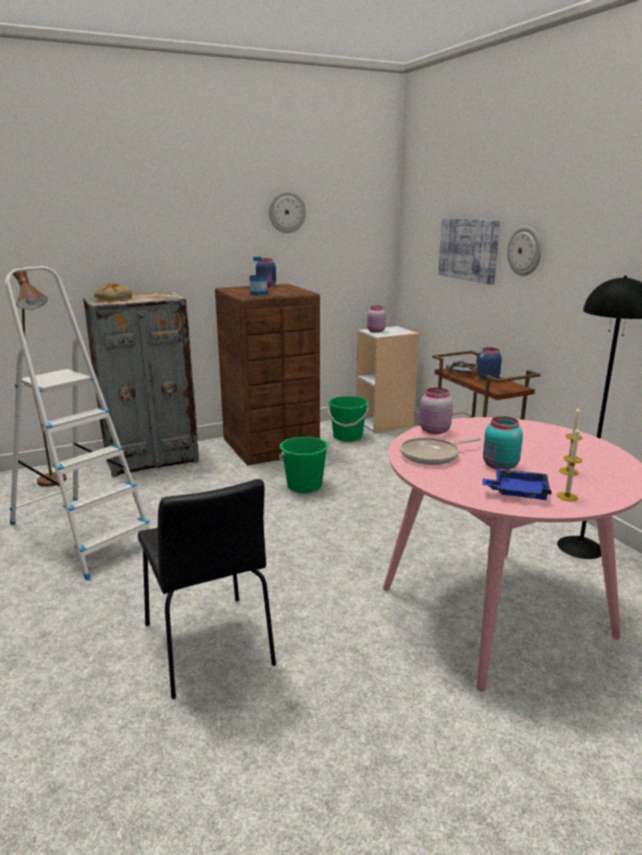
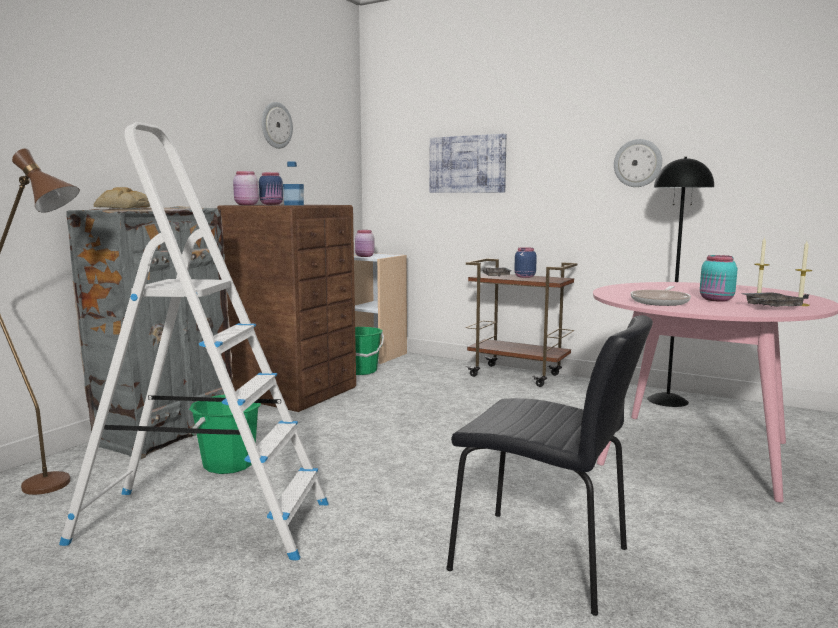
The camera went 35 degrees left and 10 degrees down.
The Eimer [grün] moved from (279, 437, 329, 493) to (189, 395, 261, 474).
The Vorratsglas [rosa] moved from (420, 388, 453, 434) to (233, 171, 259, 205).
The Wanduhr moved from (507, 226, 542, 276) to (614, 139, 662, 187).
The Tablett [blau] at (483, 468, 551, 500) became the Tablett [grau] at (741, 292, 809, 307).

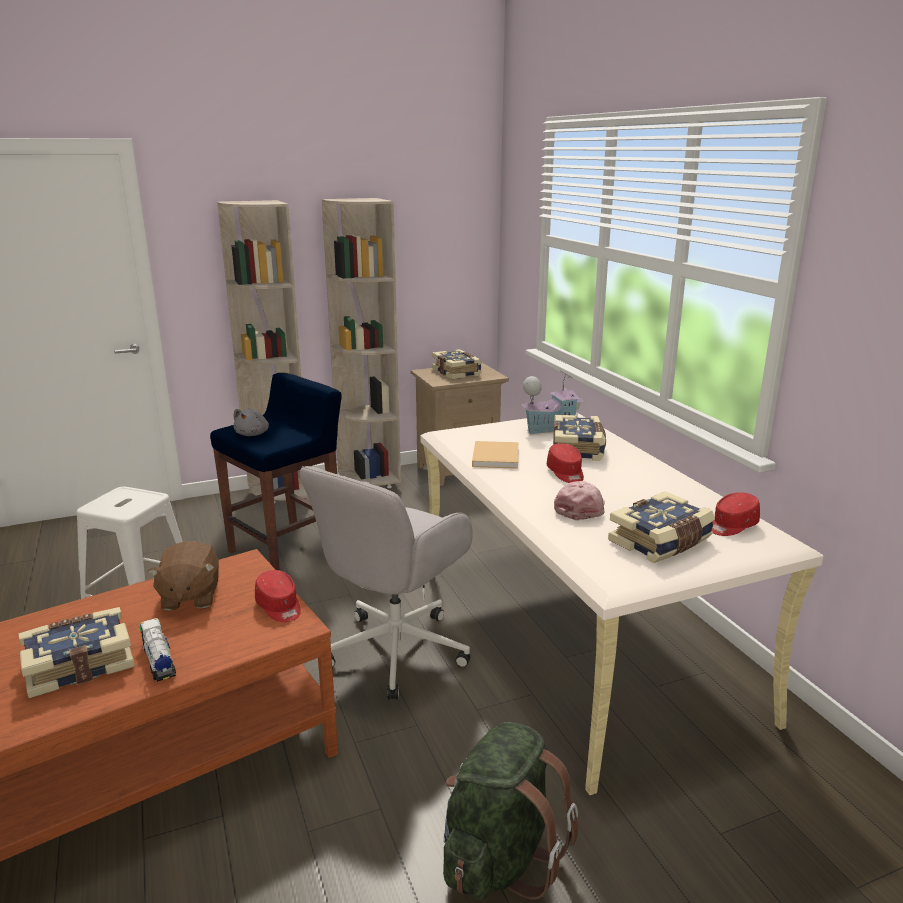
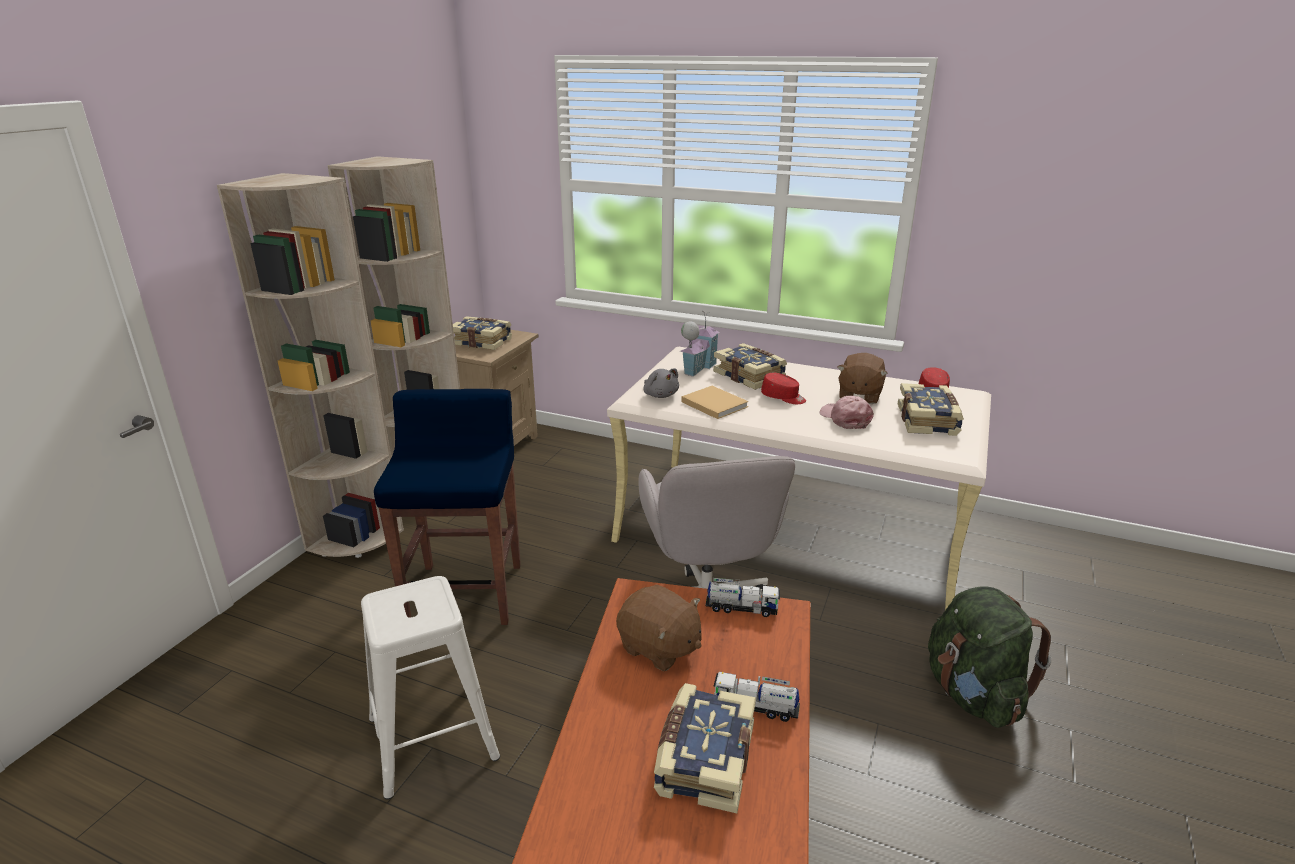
The camera went 45 degrees left and 5 degrees up.
The Plüschtier [grau] moved from (233, 409, 269, 436) to (643, 368, 679, 398).
The Kappe [rot] at (255, 570, 301, 622) was replaced by the Spielzeuglaster at (706, 578, 780, 617).
The Plüschtier [braun] at (837, 353, 888, 404) appeared.

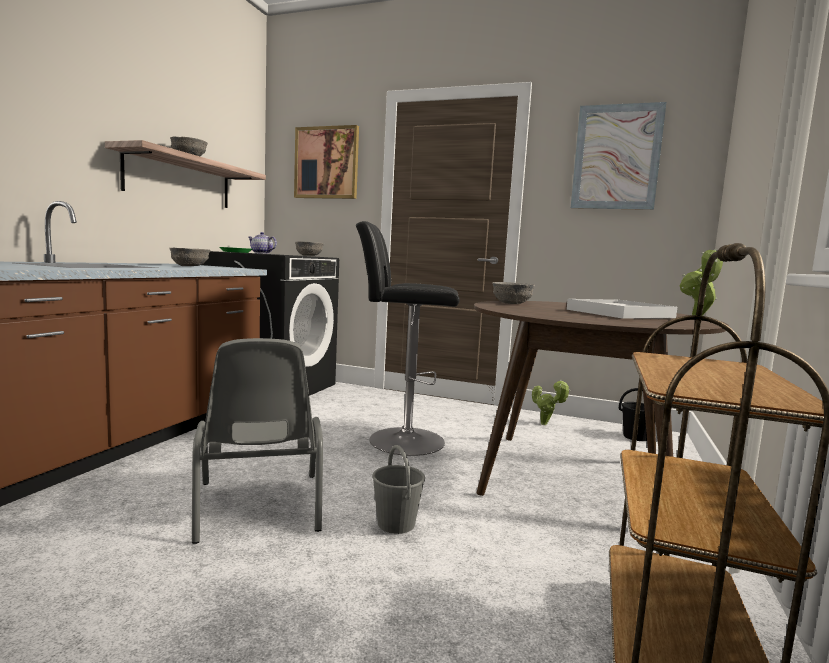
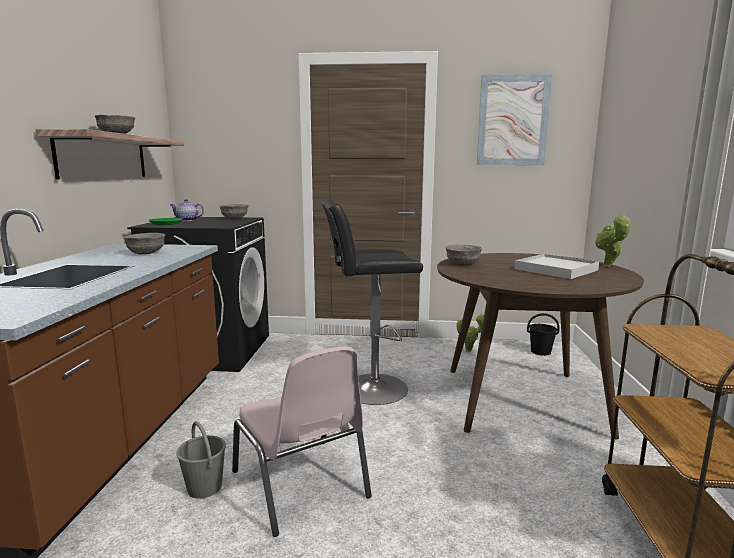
The camera went 15 degrees left and 5 degrees up.
The Eimer [grau] moved from (372, 445, 425, 534) to (176, 421, 226, 499).
The Stuhl [grau] at (192, 338, 323, 544) became the Stuhl [rosa] at (232, 346, 372, 537).
The Bild at (294, 125, 359, 199) disappeared.

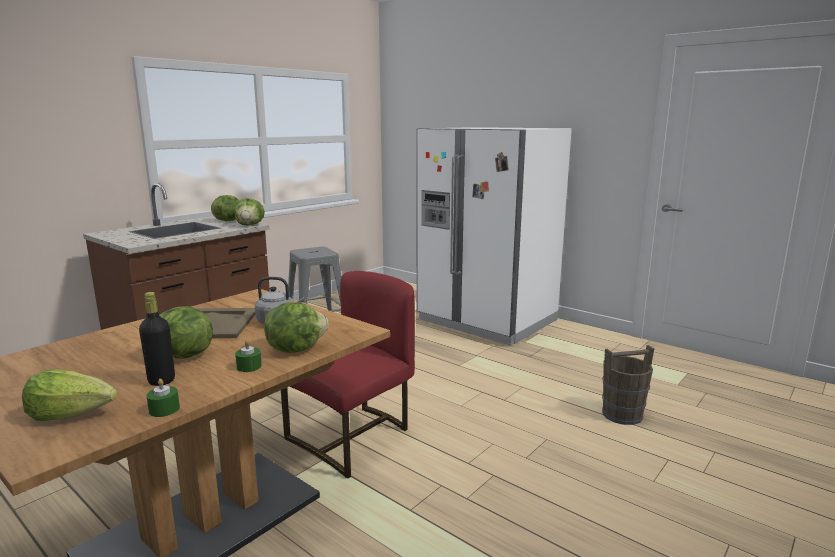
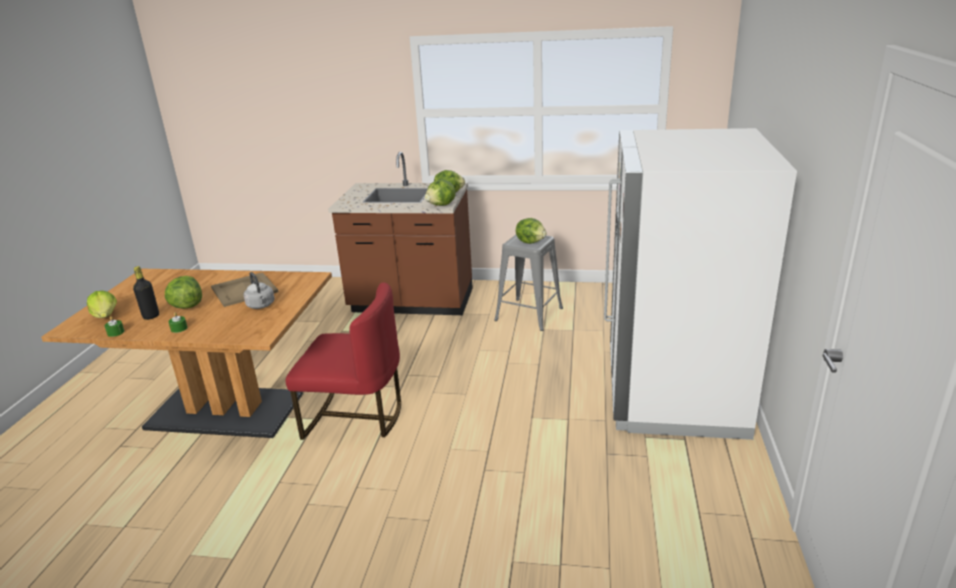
The camera went 60 degrees right and 10 degrees up.
The Salatkopf moved from (264, 302, 329, 353) to (516, 218, 547, 244).
The Eimer [braun] at (602, 345, 655, 425) disappeared.

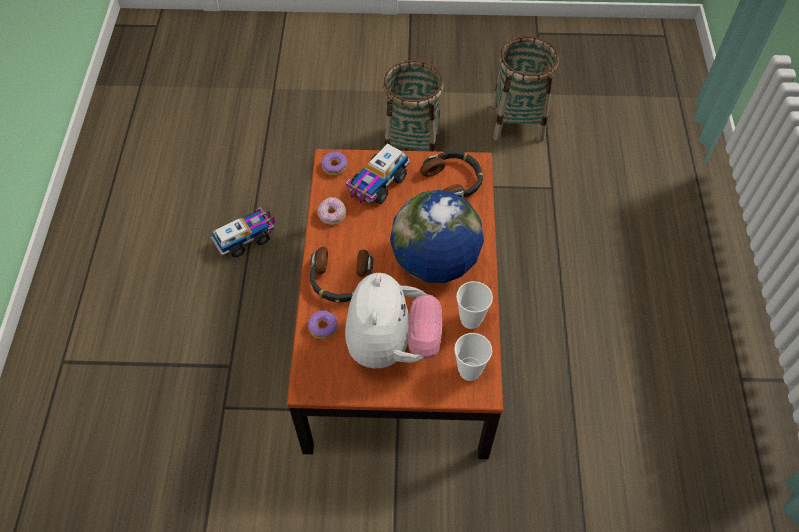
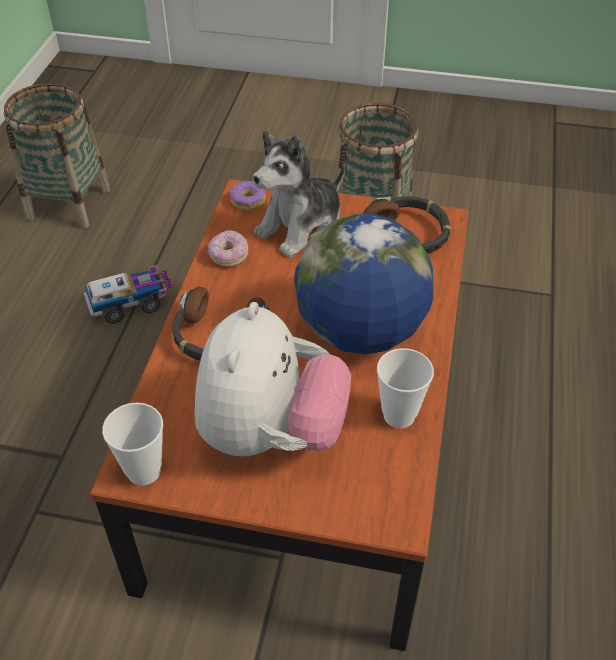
The camera went 10 degrees right and 10 degrees down.
The Korb moved from (492, 36, 559, 142) to (4, 83, 110, 228).
The Tasse moved from (454, 333, 492, 381) to (102, 403, 163, 486).
The Spielzeuglaster at (346, 144, 410, 204) was replaced by the Plüschtier at (253, 130, 345, 257).
The Donut at (308, 310, 338, 339) disappeared.

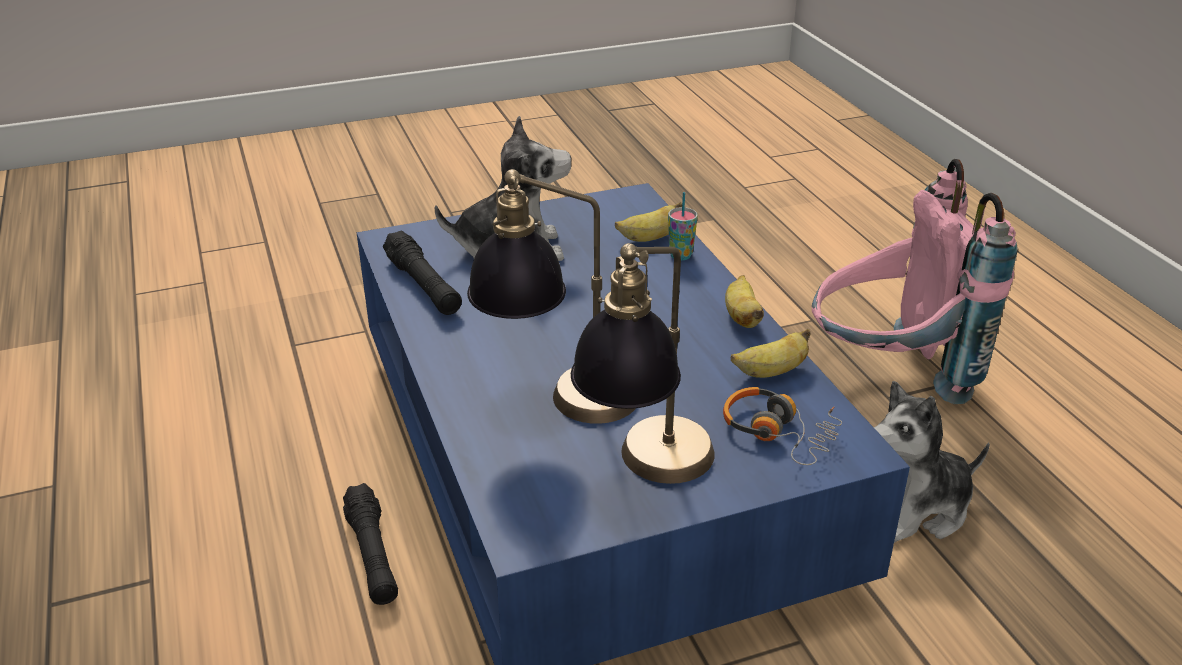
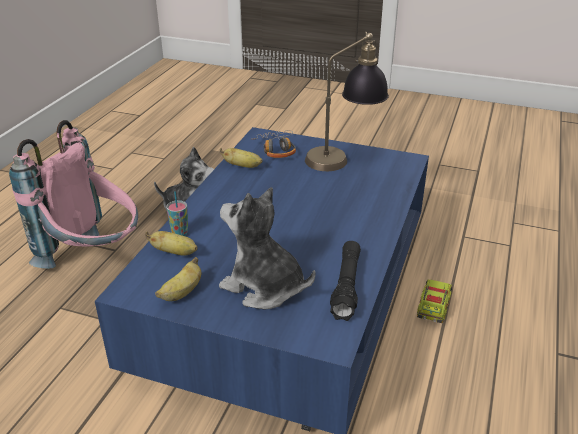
The camera went 140 degrees left and 0 degrees up.
The Banane moved from (725, 275, 764, 328) to (155, 257, 201, 301).
The Taschenlampe [schwarz] at (343, 483, 398, 605) was replaced by the Spielzeuglaster at (417, 279, 452, 323).
The Tischlampe at (467, 169, 636, 424) disappeared.

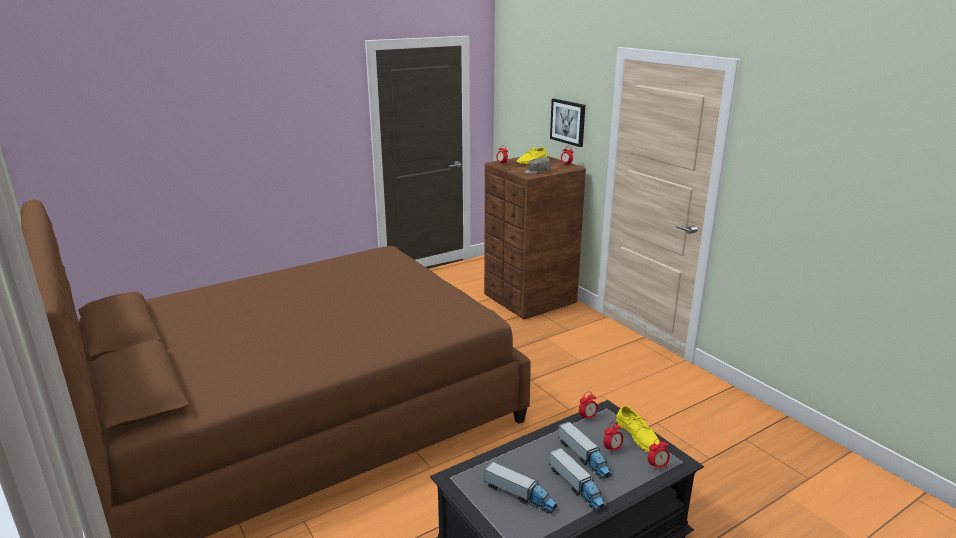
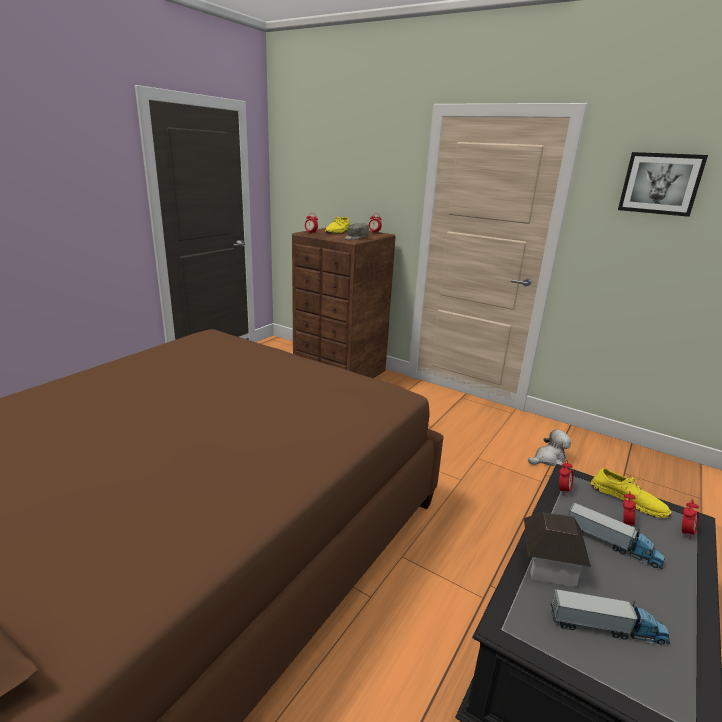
The camera went 25 degrees left and 0 degrees up.
The Spielzeughaus at (524, 512, 591, 587) appeared.
The Plüschtier at (528, 429, 571, 466) appeared.
The Bild moved from (550, 99, 585, 147) to (618, 152, 708, 217).
The Spielzeuglaster at (549, 448, 607, 512) disappeared.

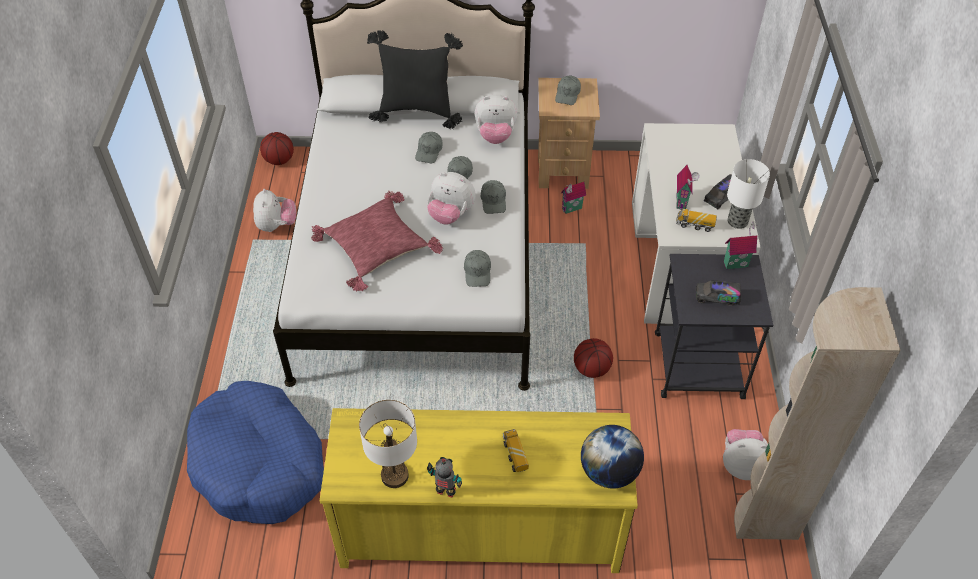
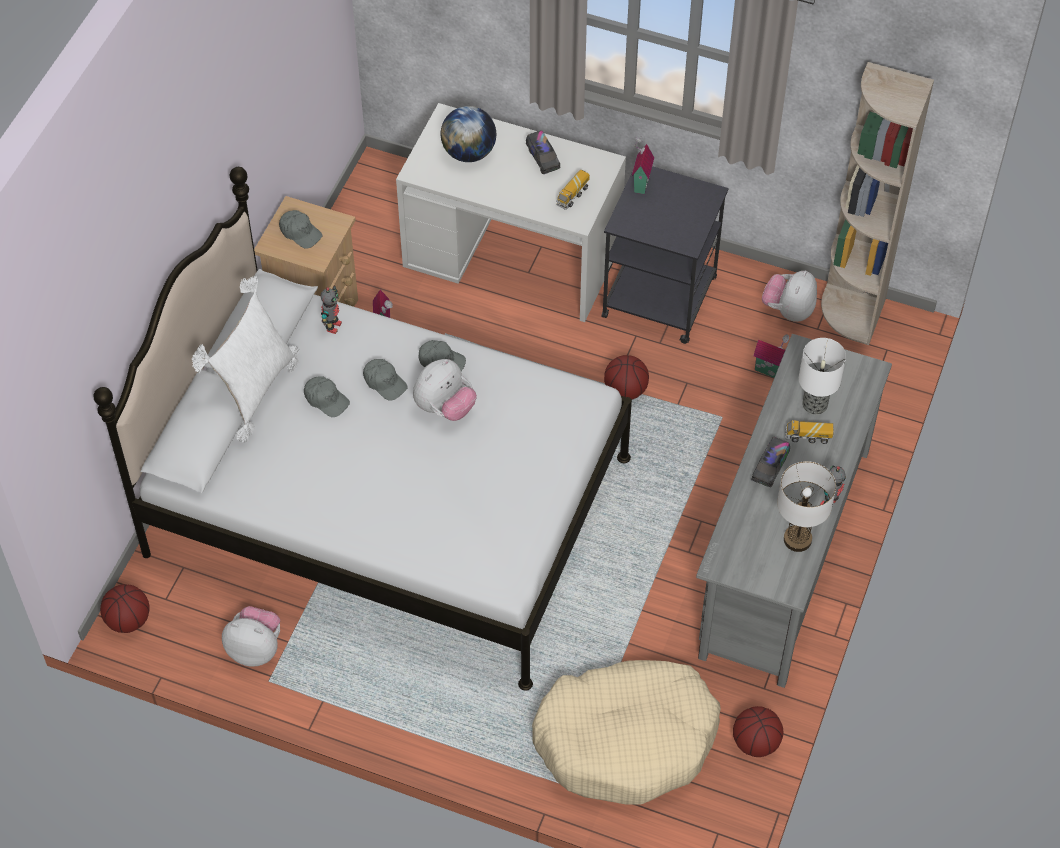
The camera went 70 degrees left and 5 degrees up.
The Kissen [schwarz] at (367, 30, 463, 129) became the Kissen [weiß] at (192, 276, 299, 442).
The Plüschtier at (475, 94, 518, 144) was replaced by the Spielzeugroboter at (321, 285, 342, 334).
The Globus moved from (581, 425, 644, 489) to (441, 106, 496, 162).
The Hundebett [blau] at (187, 381, 324, 524) became the Hundebett [beige] at (532, 660, 721, 805).
The Kommode [gelb] at (320, 408, 638, 573) became the Kommode [grau] at (696, 334, 892, 688).
The Basketball at (733, 706, 783, 757) appeared.
The Spielzeuglaster moved from (696, 281, 741, 306) to (751, 437, 790, 487).
The Spielzeughaus moved from (676, 165, 700, 210) to (753, 334, 789, 378).
The Tischlampe moved from (727, 159, 770, 229) to (799, 338, 846, 415).
The Kissen [rot] at (311, 191, 443, 291) disappeared.
The Kappe [grau] at (464, 250, 491, 287) disappeared.

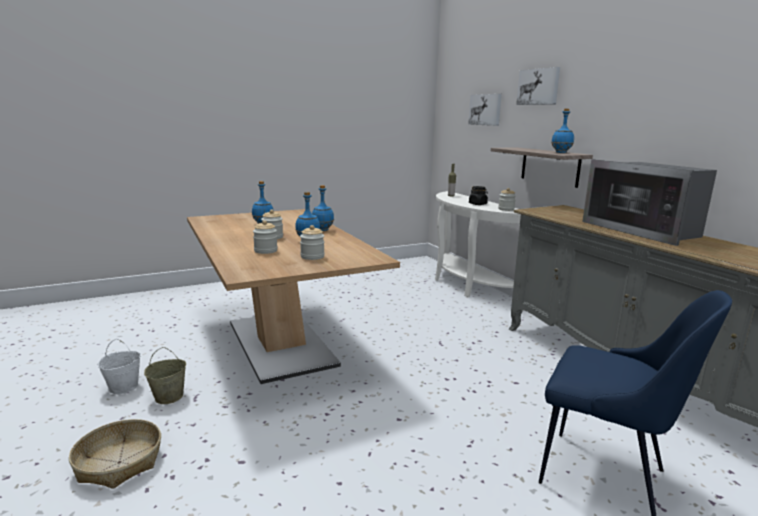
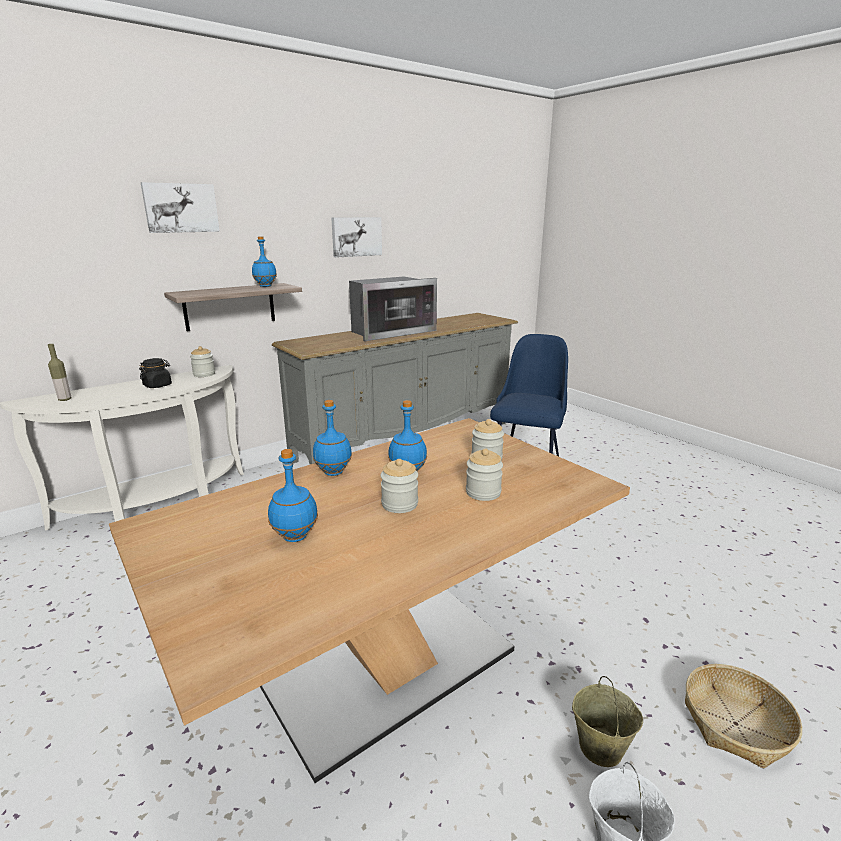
The camera went 100 degrees left and 5 degrees up.
The Bild moved from (468, 94, 502, 126) to (331, 217, 382, 258).

